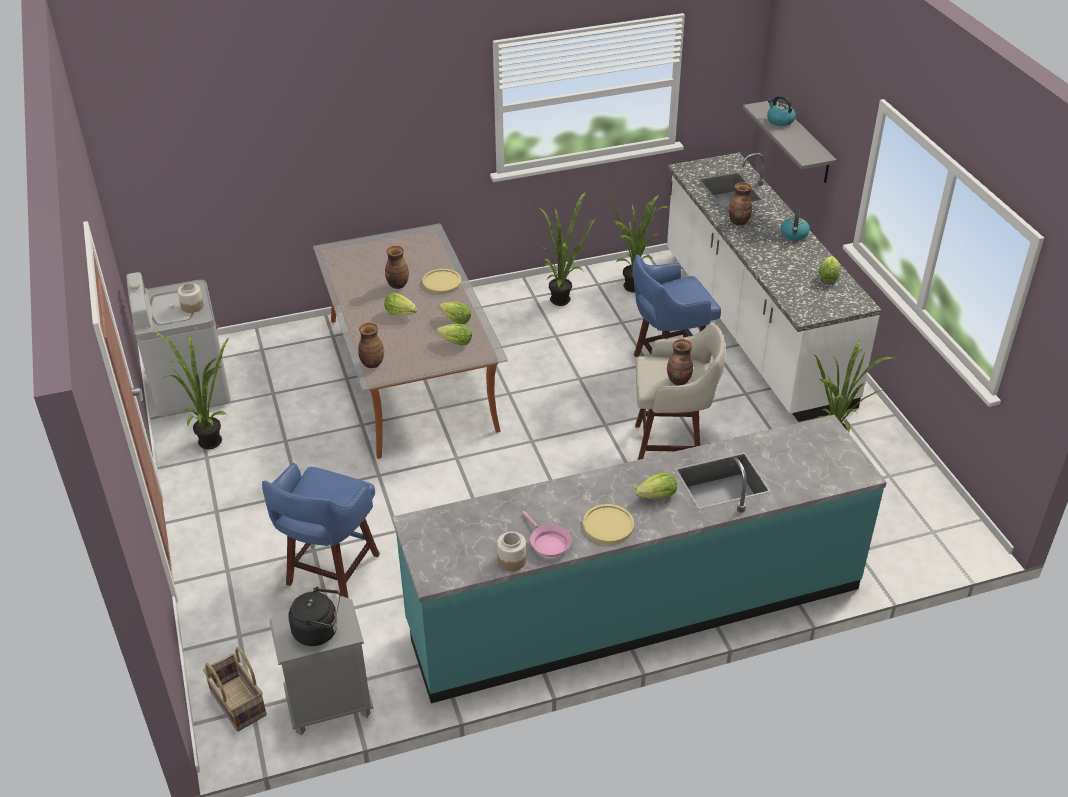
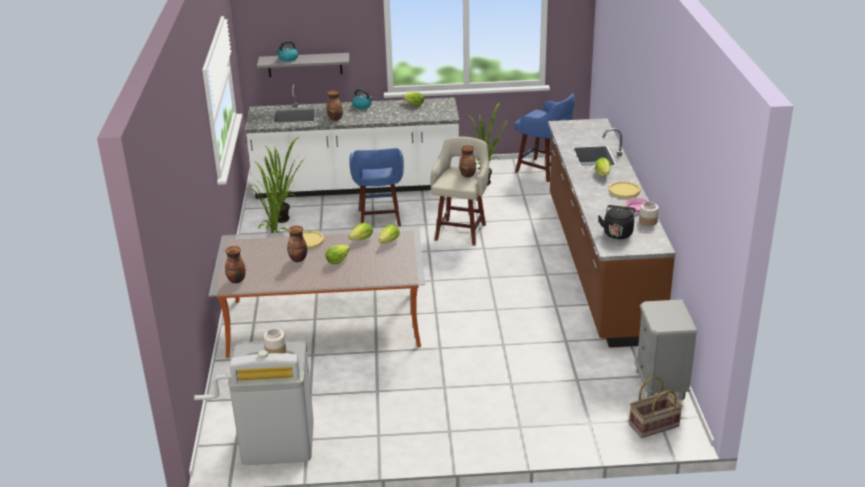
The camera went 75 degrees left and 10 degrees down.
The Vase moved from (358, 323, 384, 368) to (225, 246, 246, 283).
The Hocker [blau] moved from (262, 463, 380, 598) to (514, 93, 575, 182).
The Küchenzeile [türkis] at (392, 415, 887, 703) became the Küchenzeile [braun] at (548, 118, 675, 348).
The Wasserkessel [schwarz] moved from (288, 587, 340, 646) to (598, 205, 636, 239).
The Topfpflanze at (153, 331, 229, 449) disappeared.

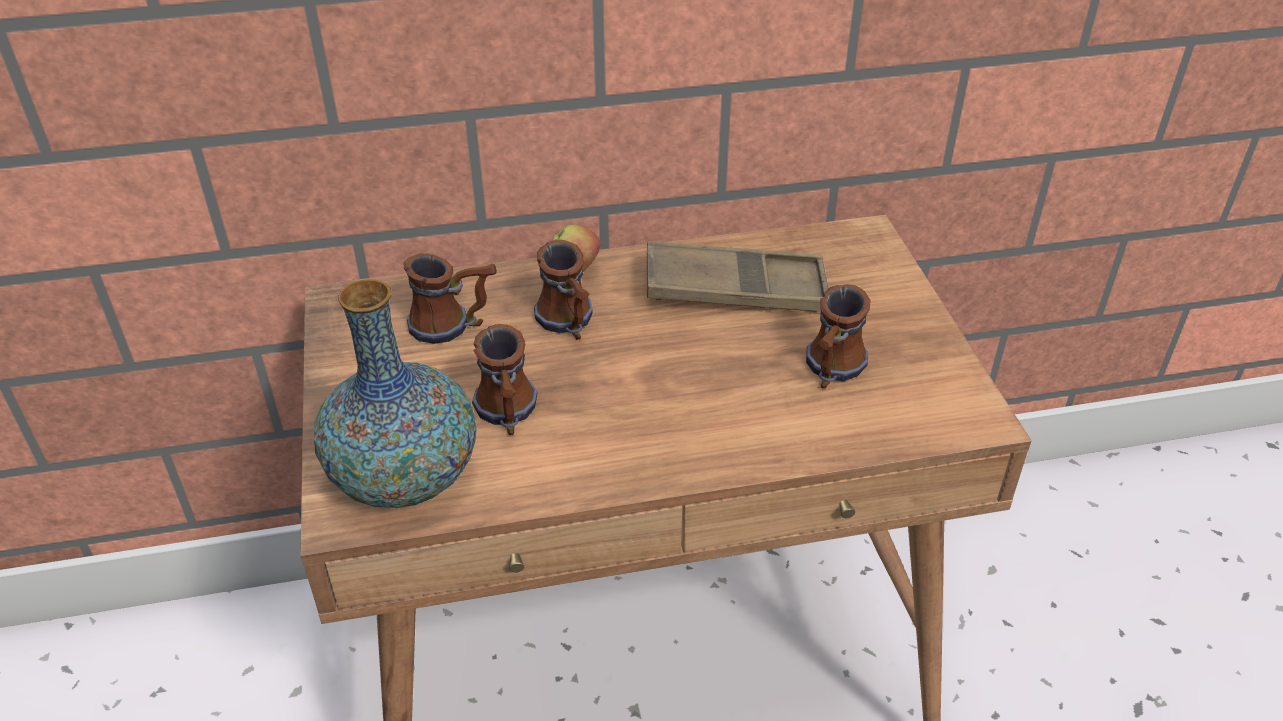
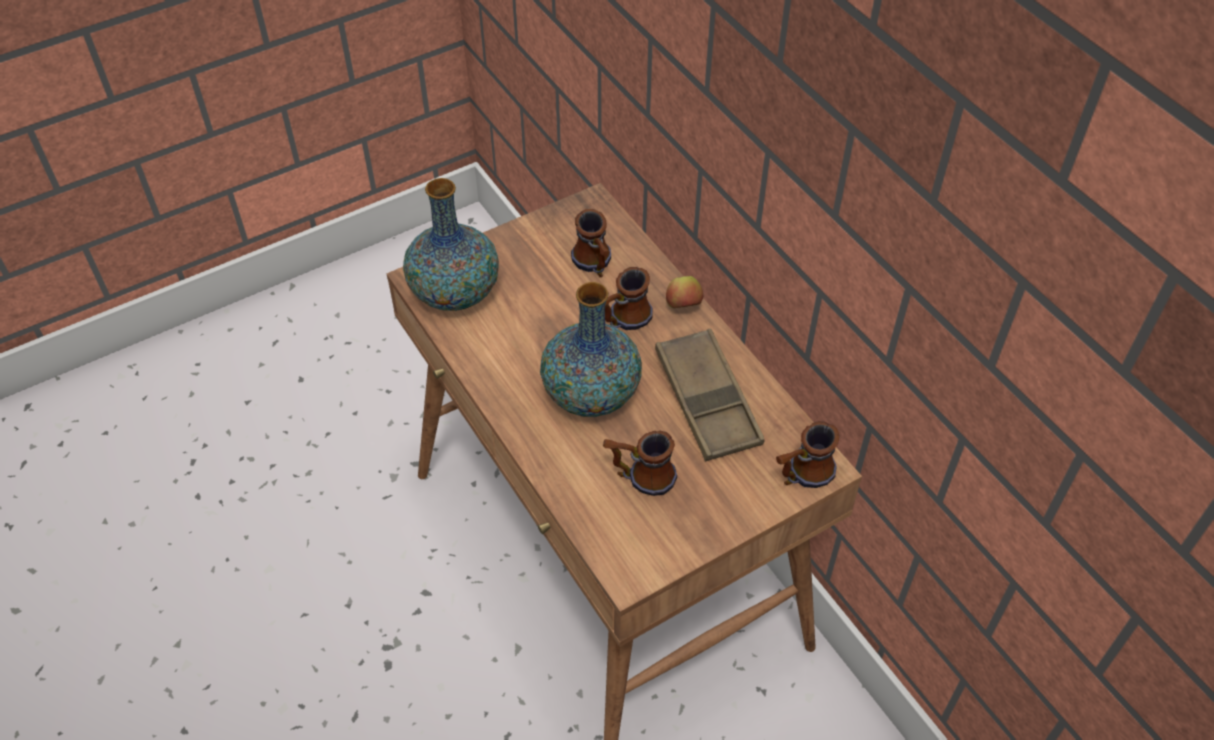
The camera went 70 degrees right and 10 degrees up.
The Vase at (540, 282, 642, 417) appeared.
The Henkelbecher moved from (472, 324, 537, 435) to (776, 421, 840, 488).

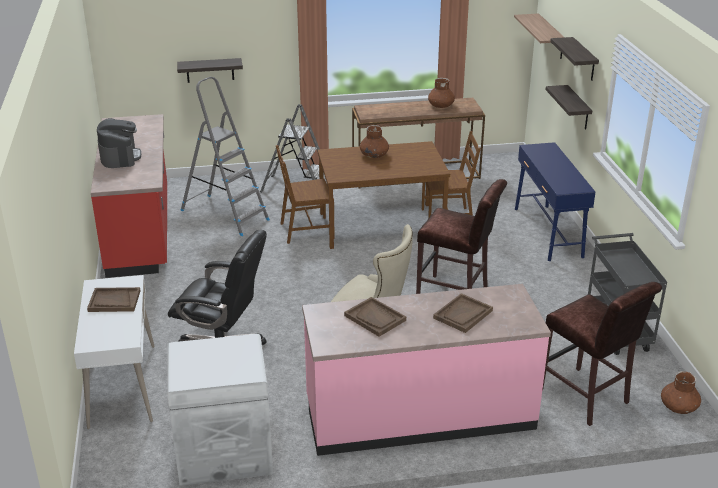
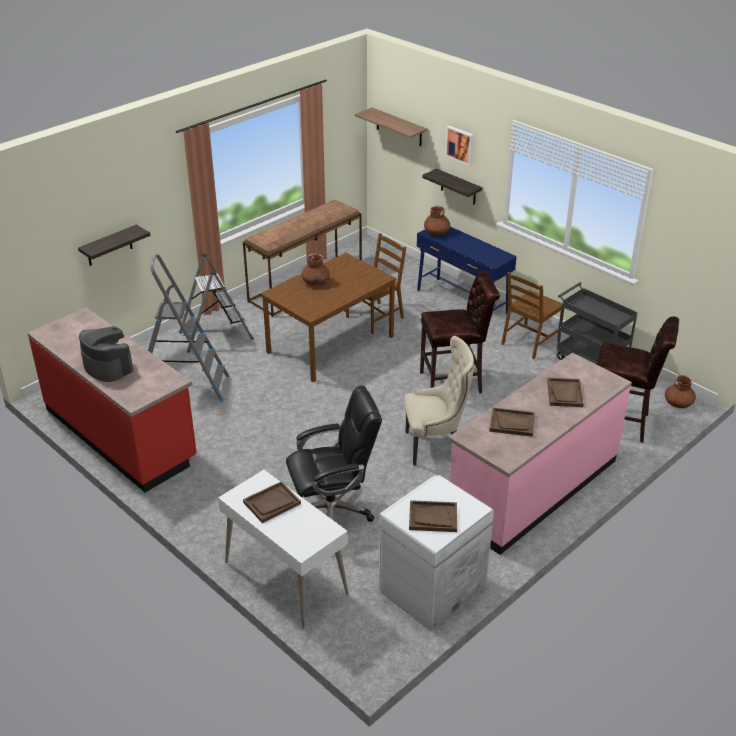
The camera went 35 degrees left and 5 degrees up.
The Tablett [braun] at (409, 500, 457, 532) appeared.
The Vase [braun] moved from (428, 78, 455, 108) to (424, 205, 450, 236).
The Wandregal at (550, 37, 599, 81) was replaced by the Bild at (445, 126, 474, 166).
The Stuhl [braun] moved from (276, 145, 335, 244) to (501, 272, 563, 359).

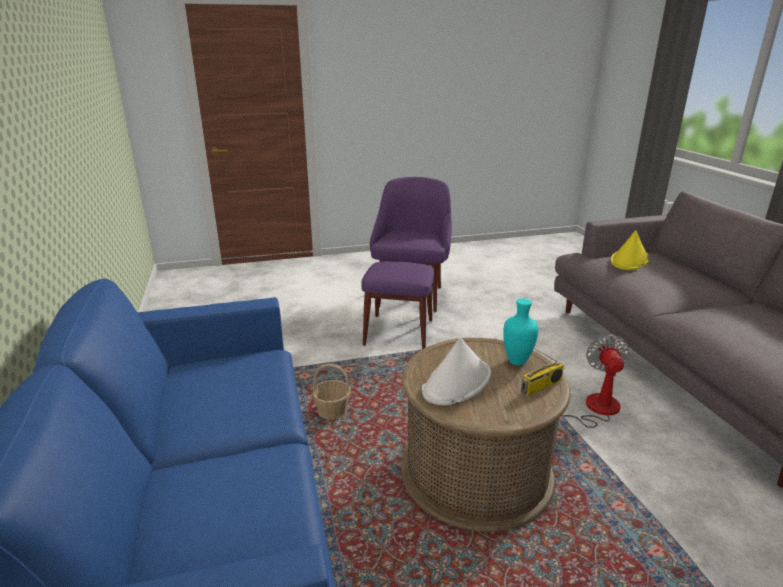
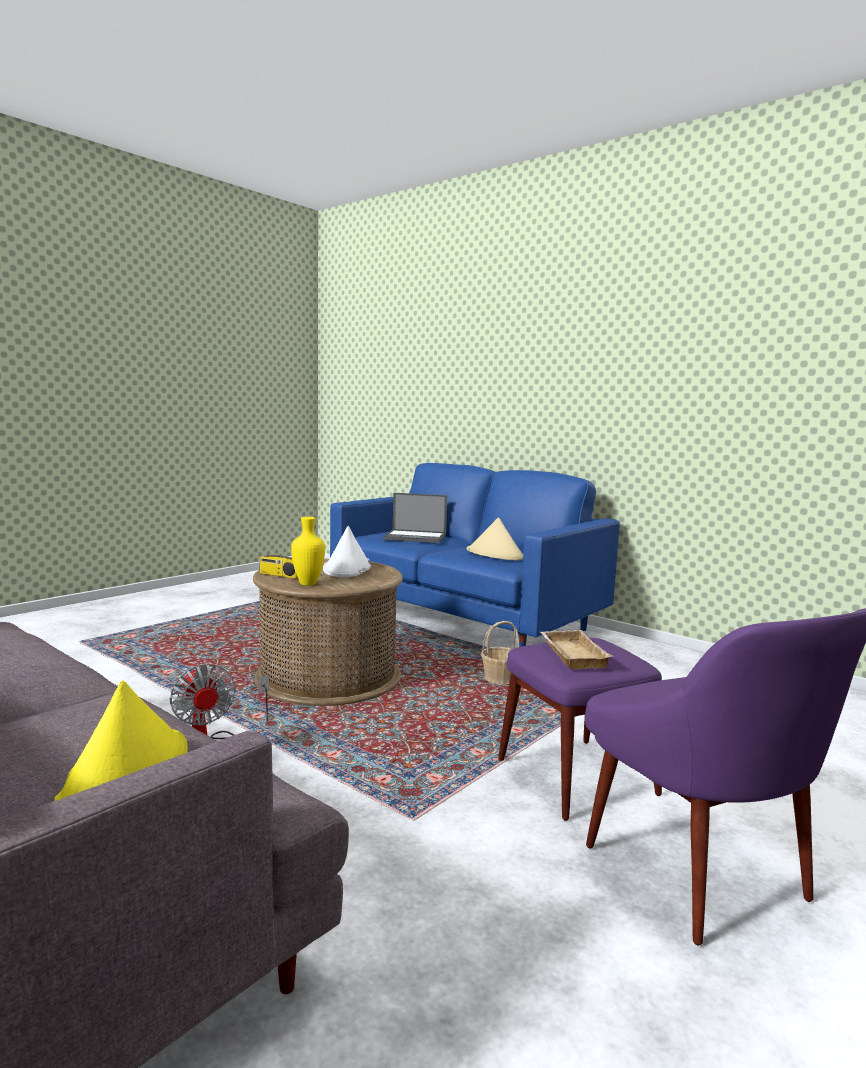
The camera went 145 degrees right and 15 degrees down.
The Radio at (521, 348, 564, 396) turned 90 degrees counterclockwise.
The Vase [türkis] at (503, 298, 539, 366) became the Vase [gelb] at (291, 517, 325, 586).
The Laptop at (383, 493, 447, 543) appeared.
The Hut [beige] at (466, 517, 523, 560) appeared.
The Tablett [beige] at (540, 630, 613, 669) appeared.

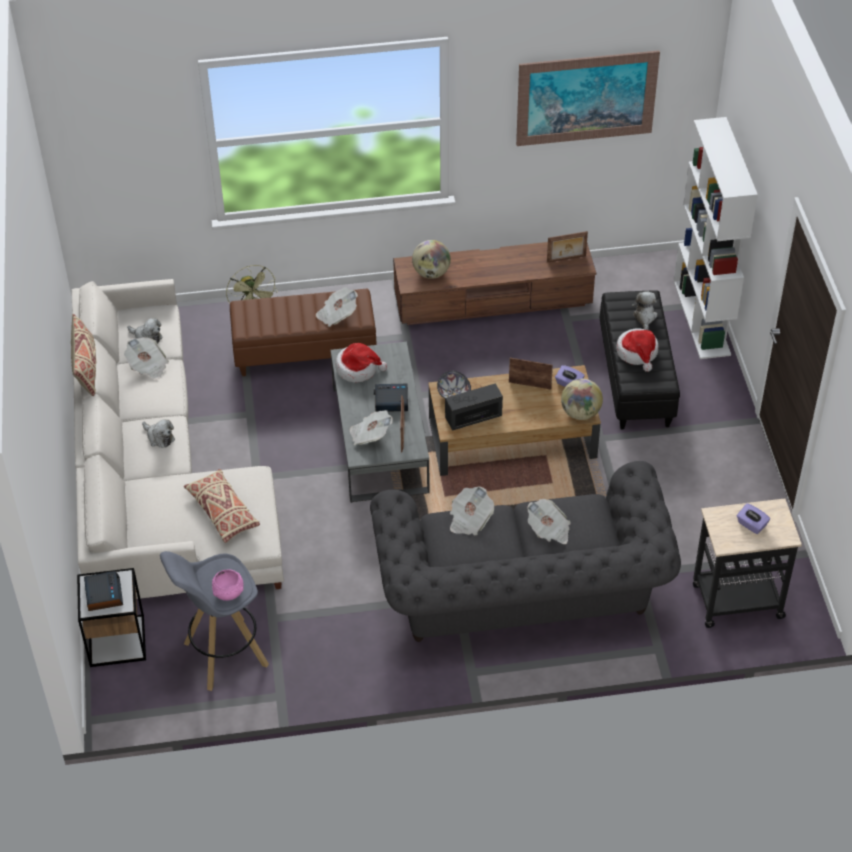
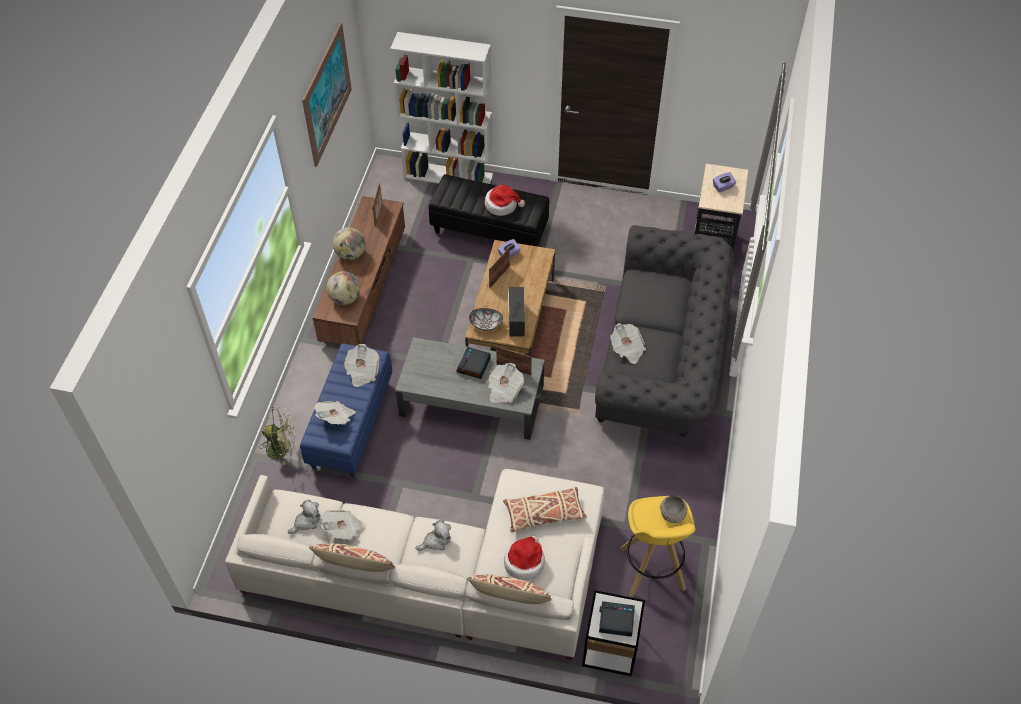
The camera went 70 degrees left and 5 degrees up.
The Polsterhocker [braun] at (230, 289, 377, 376) became the Polsterhocker [blau] at (300, 344, 392, 477).
The Zeitung moved from (527, 499, 570, 544) to (314, 401, 356, 425).
The Globus moved from (561, 379, 603, 420) to (333, 227, 366, 260).
The Kissen [beige] at (467, 574, 551, 604) appeared.
The Hut moved from (335, 343, 387, 382) to (504, 535, 545, 580).
The Hocker [grau] at (160, 551, 269, 691) became the Hocker [gelb] at (620, 496, 696, 597).
The Schüssel [rosa] at (212, 569, 244, 601) became the Schüssel [grau] at (660, 495, 688, 523).
The Plüschtier at (632, 291, 658, 330) disappeared.

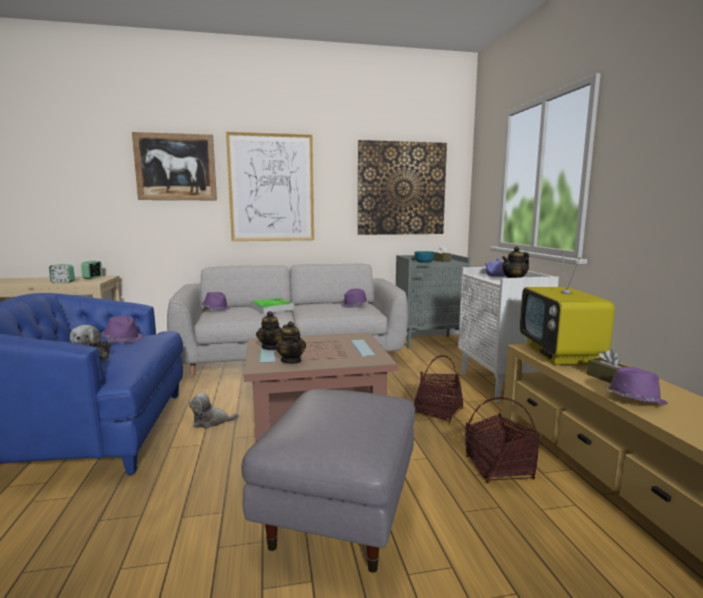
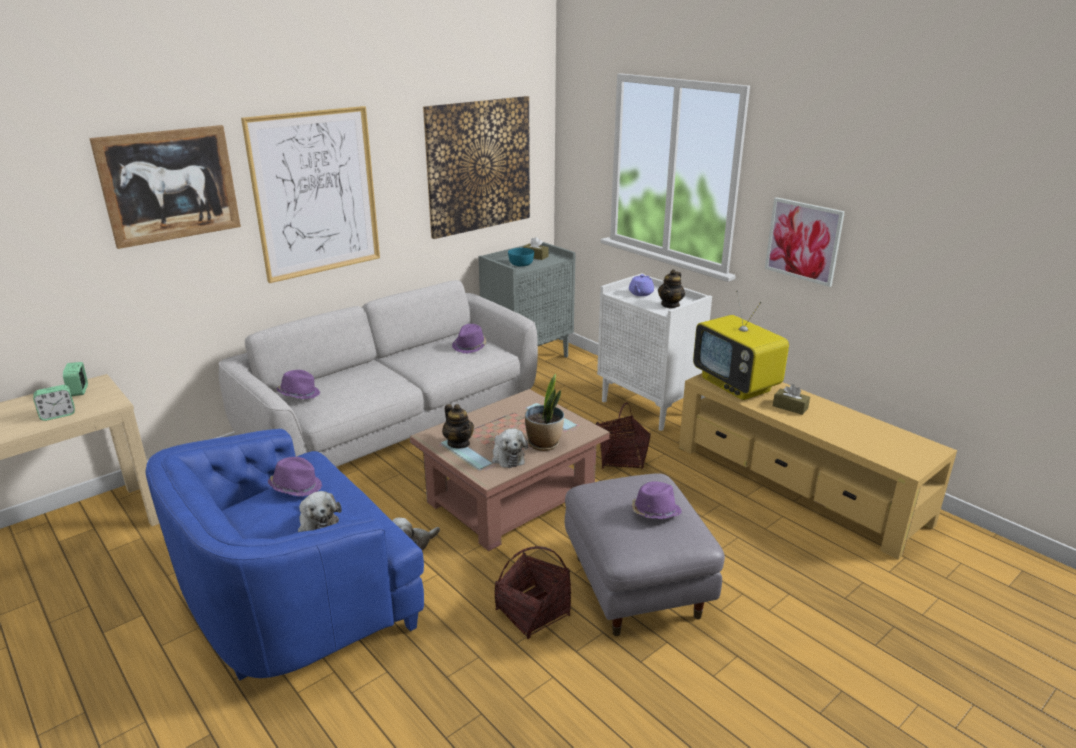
The camera went 30 degrees left and 15 degrees up.
The Teekanne at (276, 321, 306, 364) was replaced by the Plüschtier at (492, 428, 528, 468).
The Korb moved from (465, 397, 540, 483) to (495, 546, 571, 639).
The Topfpflanze at (525, 374, 564, 451) appeared.
The Hut [lila] moved from (605, 367, 668, 405) to (631, 481, 682, 519).
The Bild at (765, 197, 845, 287) appeared.
The Tablett at (250, 298, 294, 314) disappeared.

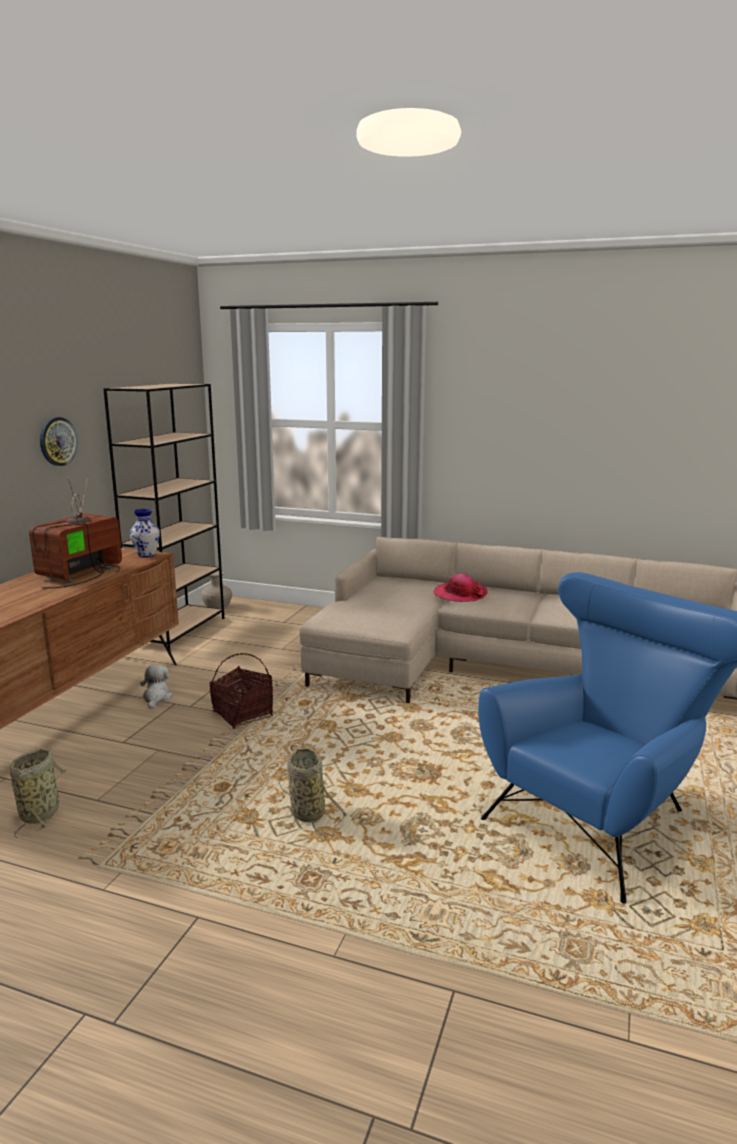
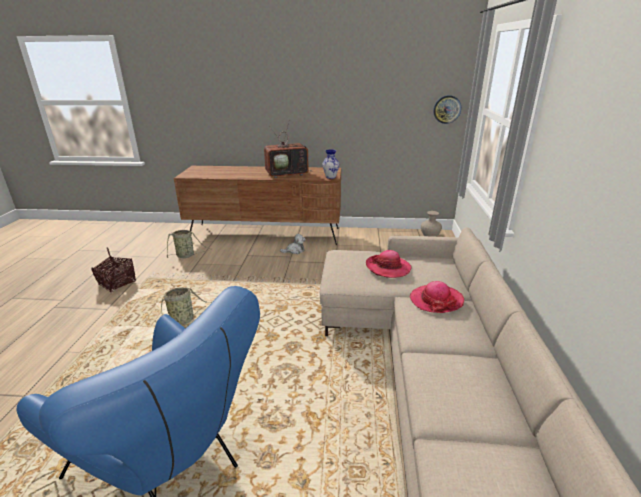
The camera went 75 degrees right and 10 degrees up.
The Korb moved from (210, 653, 273, 729) to (91, 247, 136, 293).
The Fernseher at (29, 475, 122, 589) turned 150 degrees clockwise.
The Hut at (366, 250, 412, 278) appeared.
The Wanduhr moved from (40, 417, 78, 466) to (433, 95, 461, 124).
The Bücherregal [beige] at (103, 383, 224, 652) disappeared.

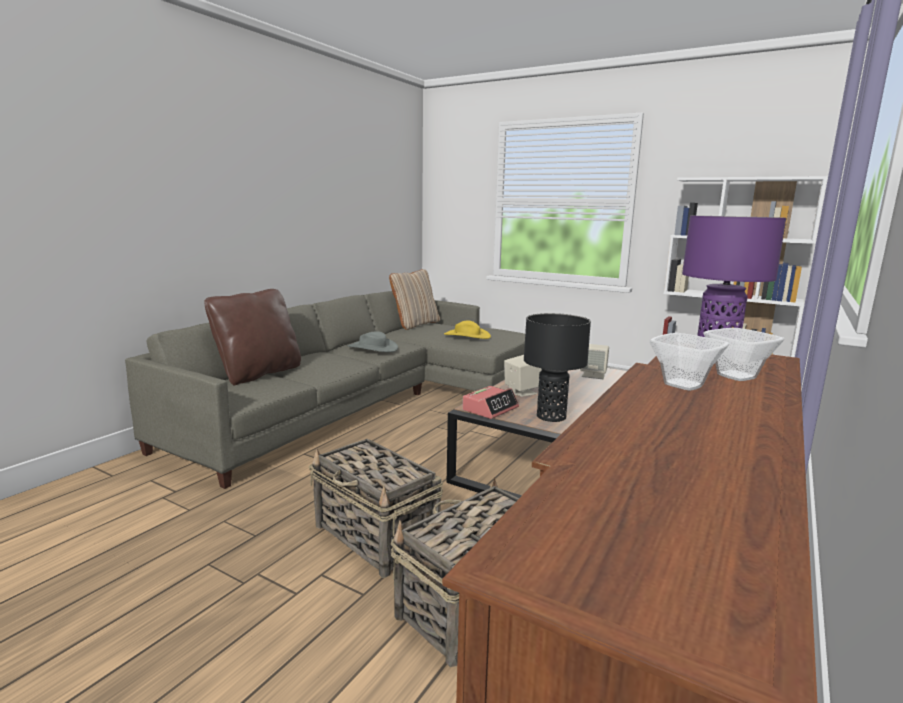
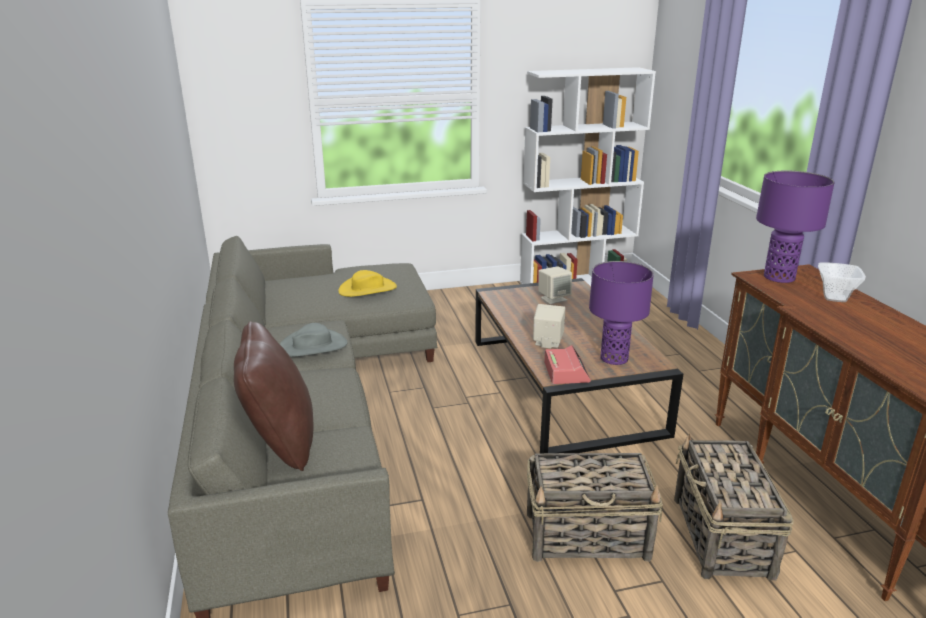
The camera went 45 degrees left and 10 degrees up.
The Tischlampe [schwarz] at (524, 313, 591, 422) became the Tischlampe [lila] at (589, 261, 654, 365).
The Kissen [beige] at (389, 269, 440, 330) disappeared.
The Schüssel at (650, 333, 729, 391) disappeared.

